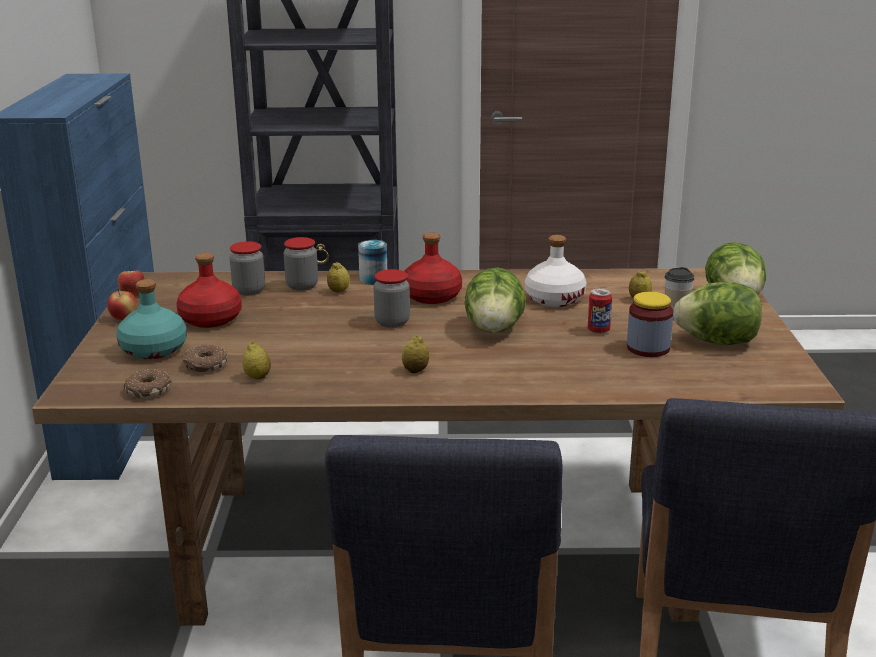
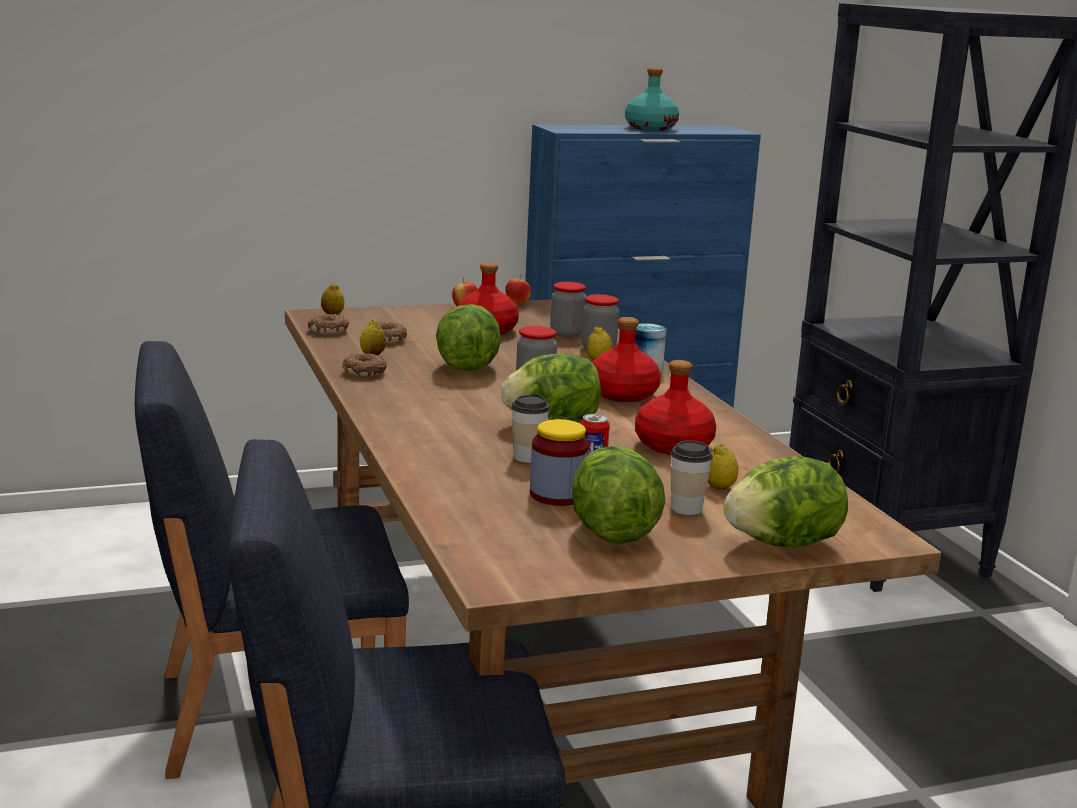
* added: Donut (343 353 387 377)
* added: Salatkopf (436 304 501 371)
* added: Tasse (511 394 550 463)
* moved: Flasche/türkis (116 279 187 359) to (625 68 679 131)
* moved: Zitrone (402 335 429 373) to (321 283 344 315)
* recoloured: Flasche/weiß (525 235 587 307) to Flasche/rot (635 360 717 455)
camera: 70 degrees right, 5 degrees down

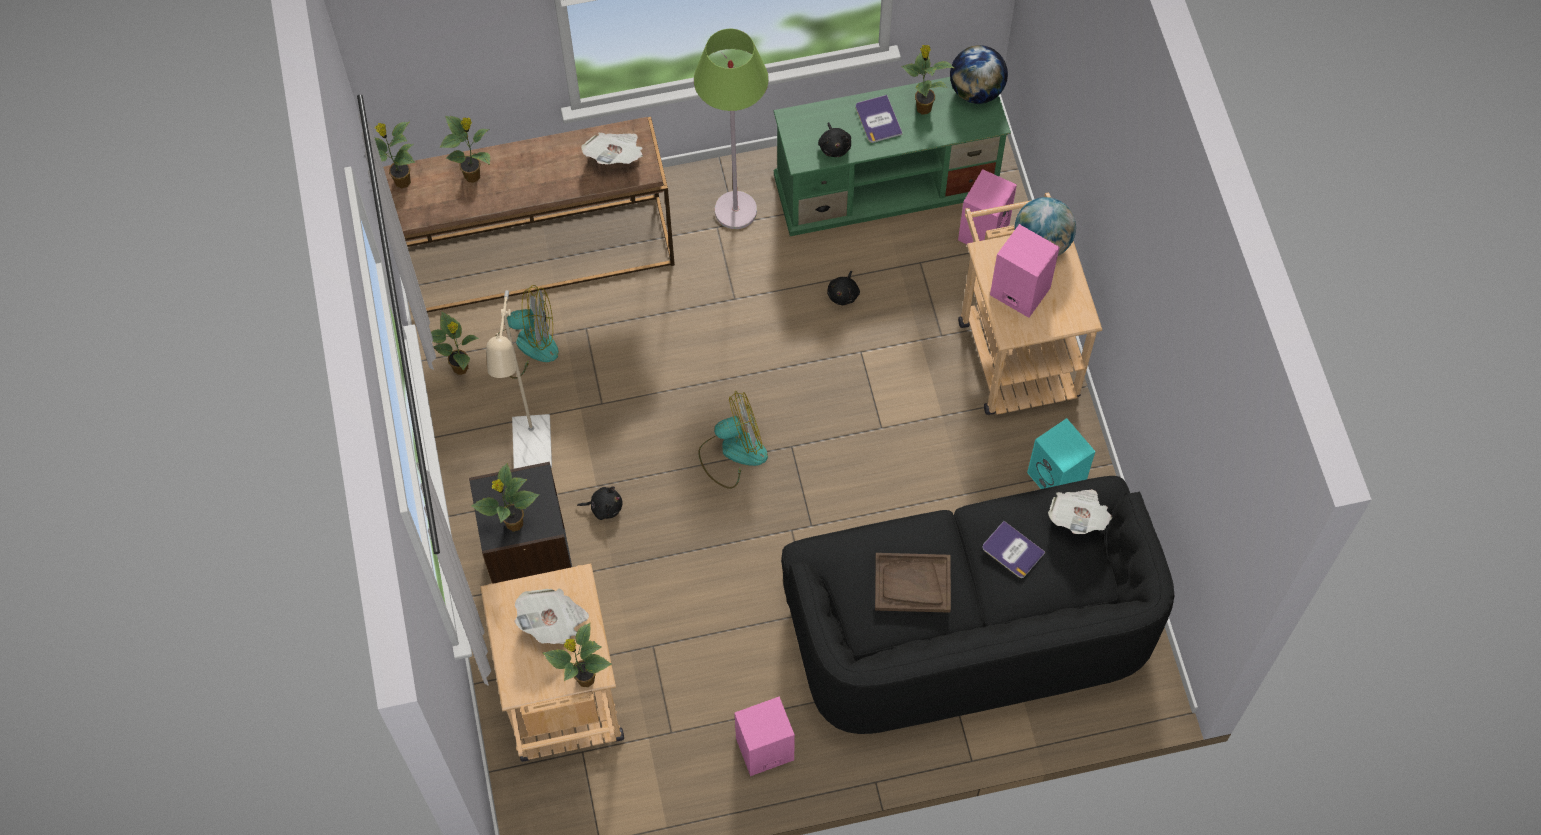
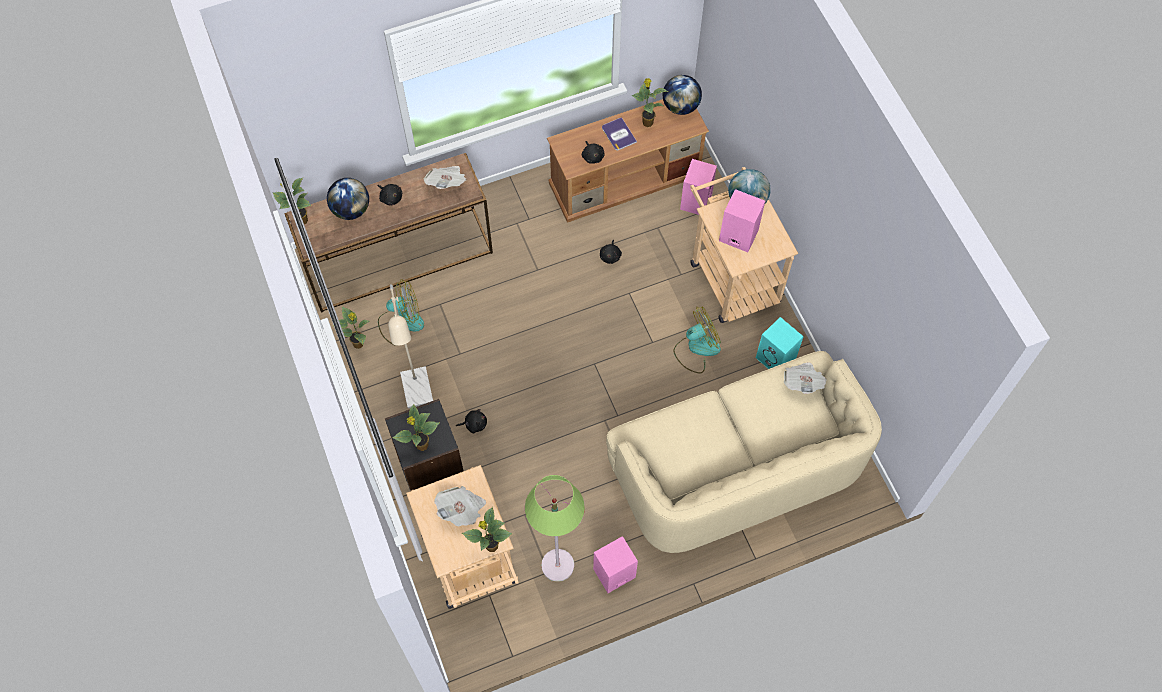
* removed: Tablett/braun (875 553 951 613)
* removed: Buch (983 521 1045 578)
* added: Plüschtier/schwarz (377 184 402 206)
* moved: Stehlampe/grün (694 29 769 229) to (525 475 585 582)
* moved: Ventilator (698 391 768 489) to (673 306 721 373)
* replaced: Topfpflanze (440 116 490 183) to Globus (327 178 369 220)
* recoloured: Fernsehschrank/grün (773 77 1011 236) to Fernsehschrank/braun (547 99 709 223)
* recoloured: Sofa/schwarz (781 476 1174 734) to Sofa/beige (606 351 882 553)
camera: 10 degrees left, 0 degrees up

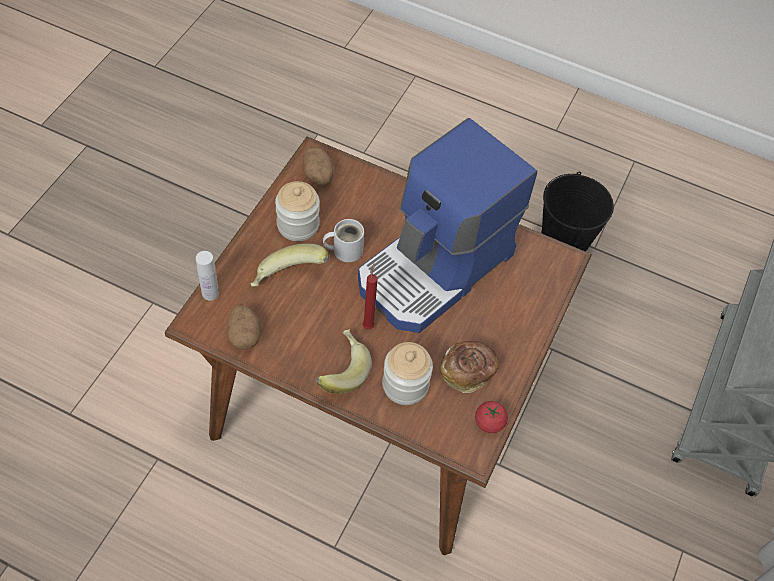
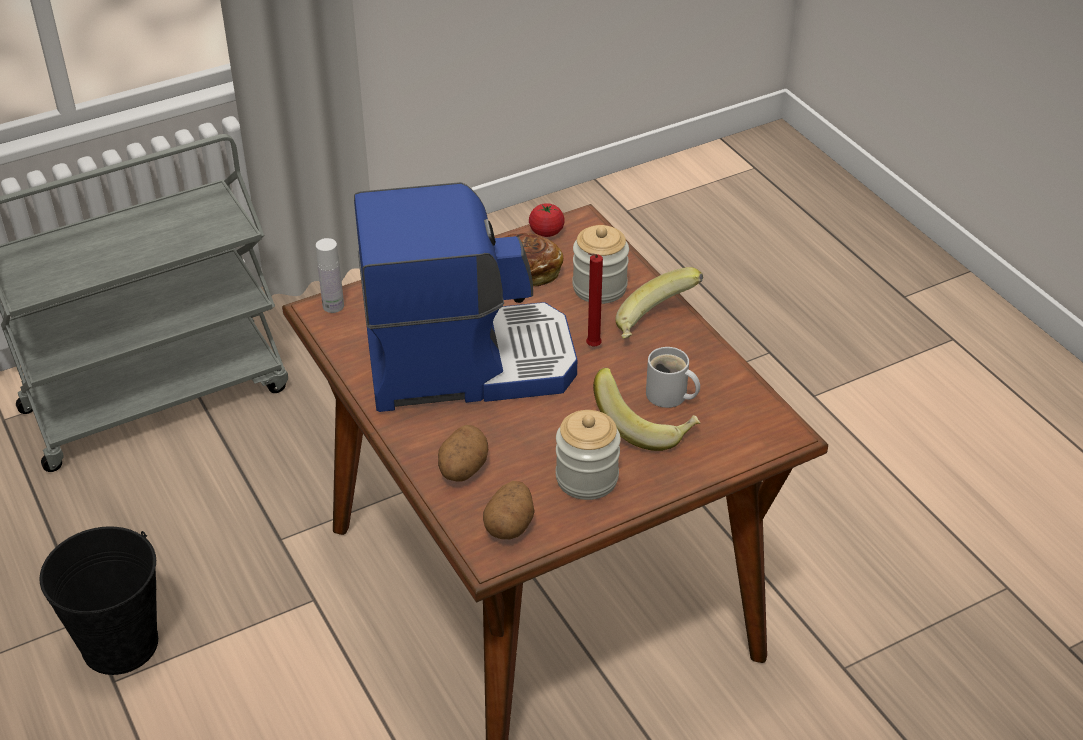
* moved: Flasche/weiß (196 251 219 300) to (316 238 344 313)
* moved: Kartoffel (227 304 261 350) to (438 425 488 482)
* moved: Henkelbecher/weiß (323 219 364 262) to (646 347 700 408)
camera: 140 degrees left, 15 degrees down

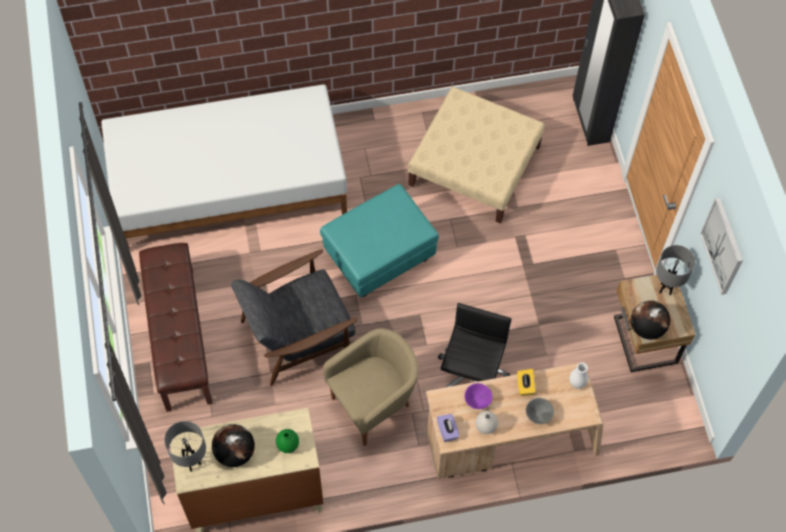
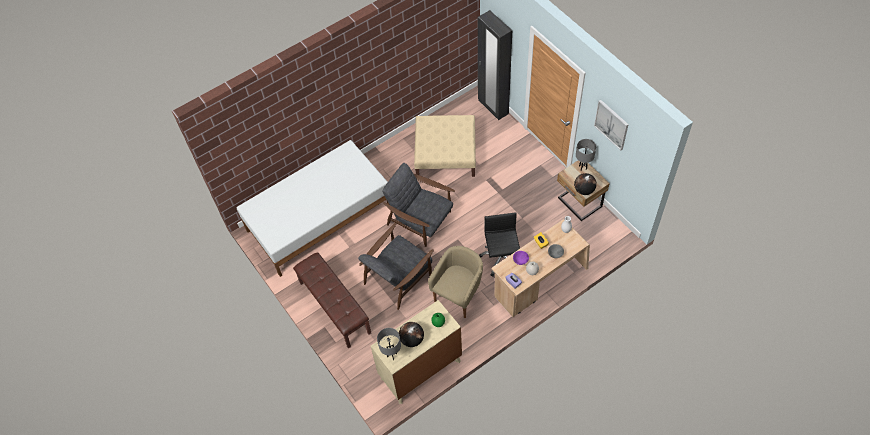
* replaced: Polsterhocker/türkis (320 184 439 298) to Sessel/grau (382 163 455 247)
camera: 20 degrees left, 5 degrees down

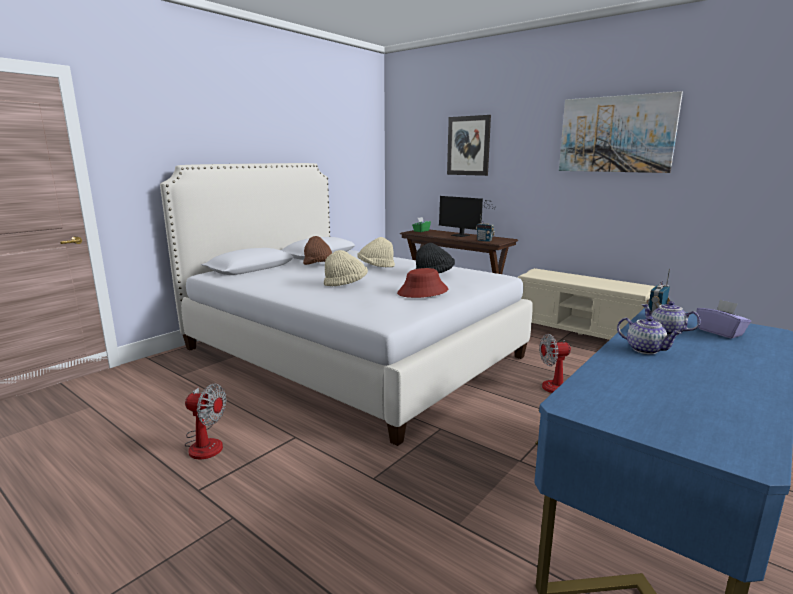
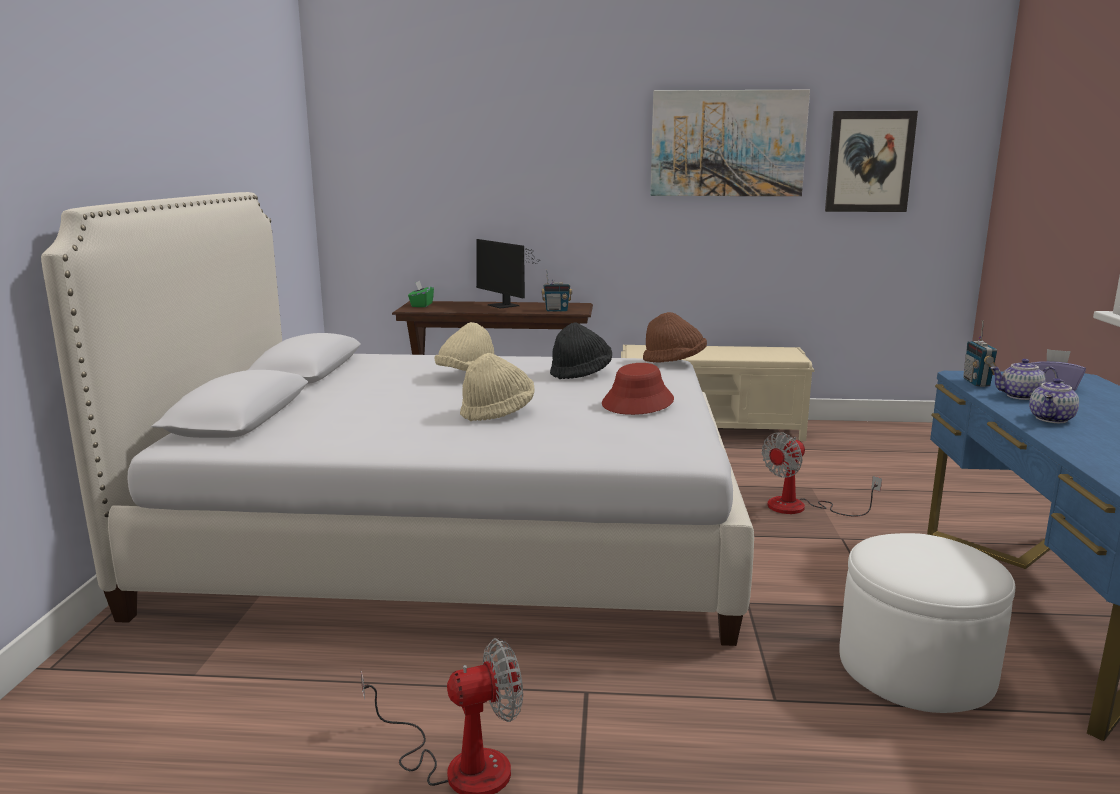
* added: Polsterhocker/weiß (840 533 1015 713)
* moved: Hut/braun (303 236 332 265) to (643 312 707 363)
* moved: Bild (447 115 491 176) to (825 111 918 212)
* turned: Monitor (439 196 489 237) = (476 239 541 309) 45 degrees clockwise
* turned: Teekanne (617 316 682 354) = (1029 378 1079 423) 120 degrees clockwise
camera: 35 degrees left, 0 degrees up

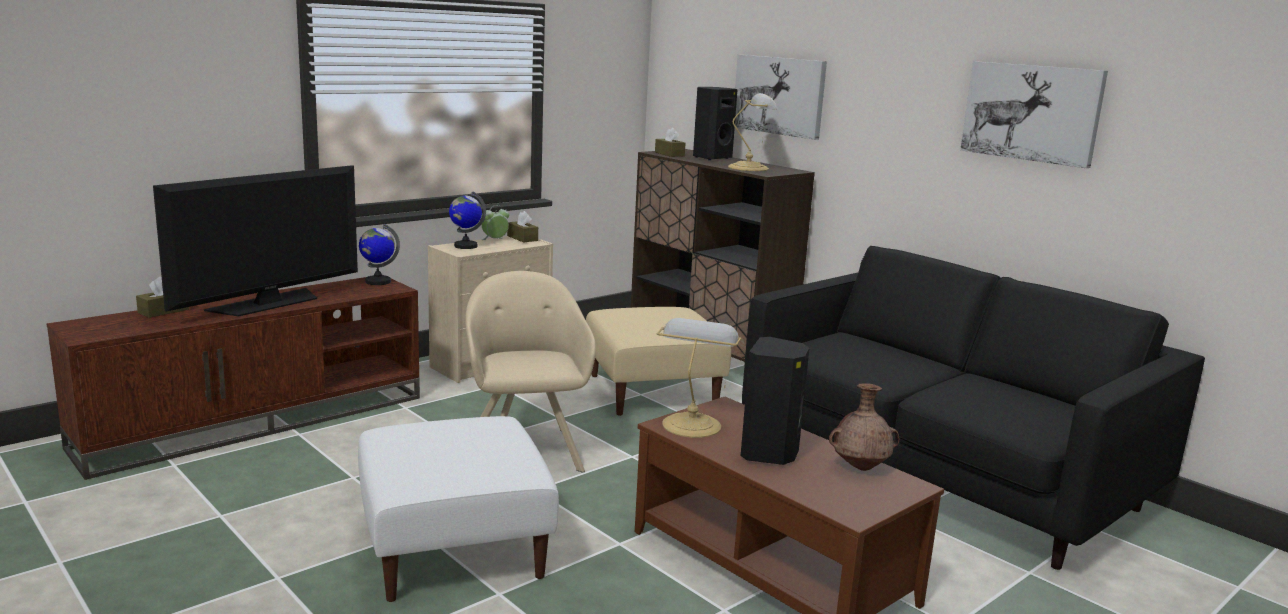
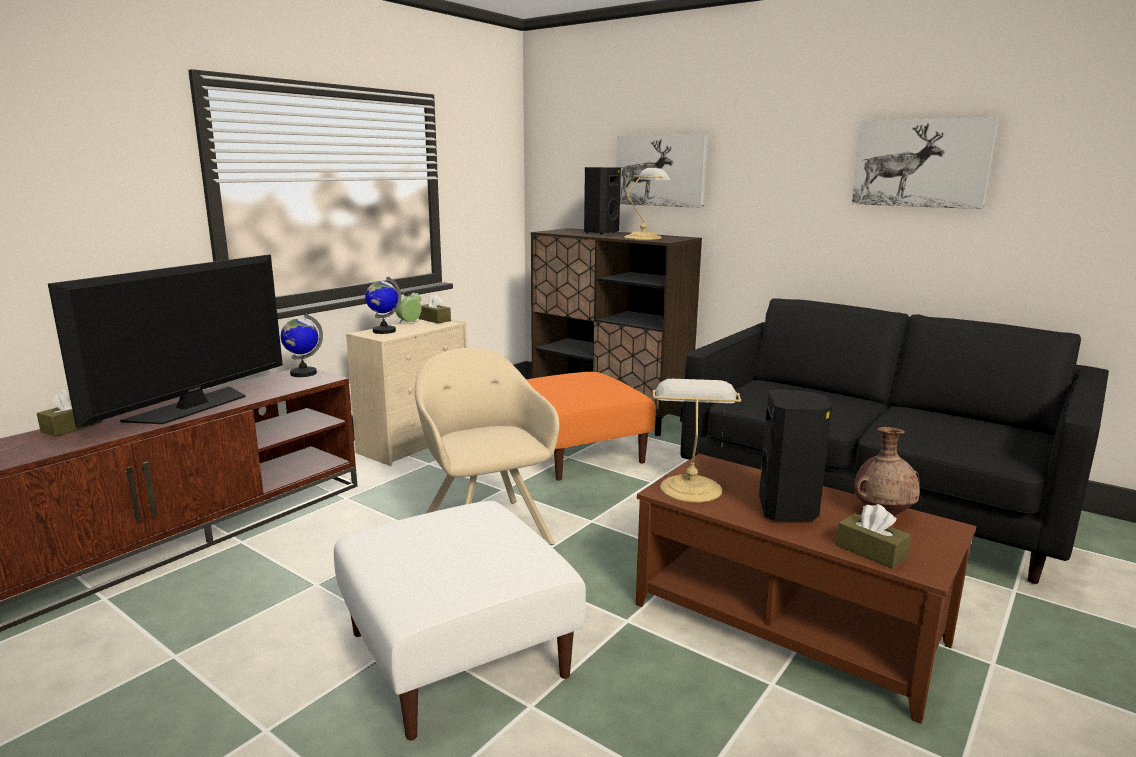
* moved: Taschentuchbox/braun (655 127 685 157) to (836 504 911 569)
* recoloured: Polsterhocker/beige (586 307 731 416) to Polsterhocker/orange (527 372 656 481)
camera: 10 degrees left, 0 degrees up

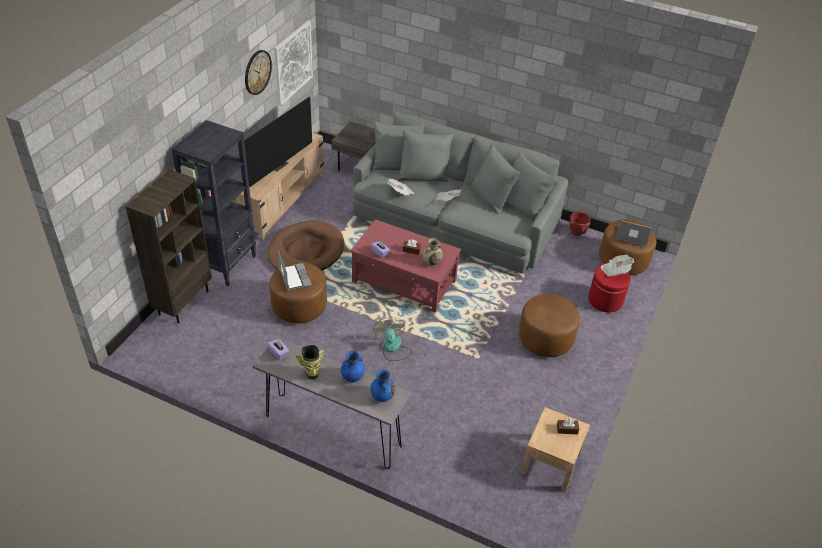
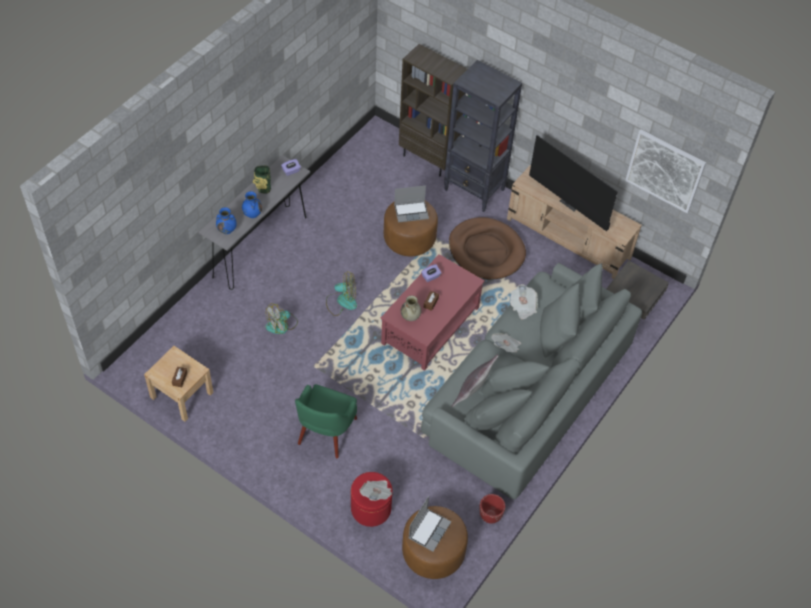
* removed: Wanduhr (245 50 272 95)
* added: Ventilator (265 304 298 334)
* added: Kissen/grau (451 354 499 407)
* replaced: Polsterhocker/braun (519 294 580 357) to Sessel/grün (295 384 357 458)
camera: 100 degrees right, 10 degrees up

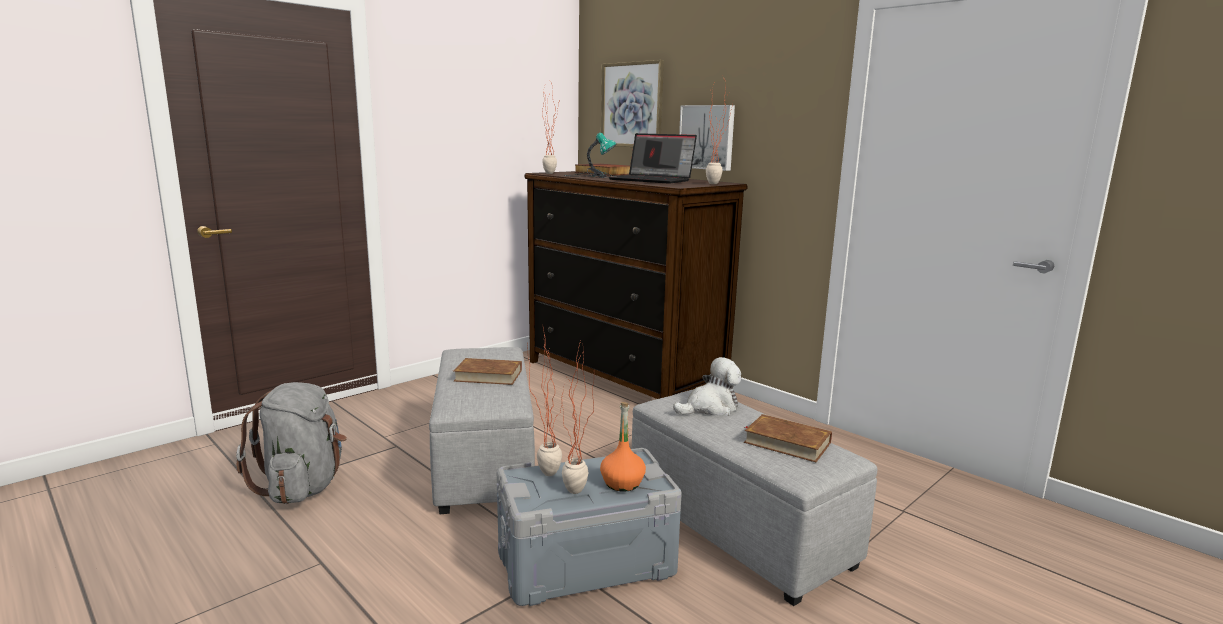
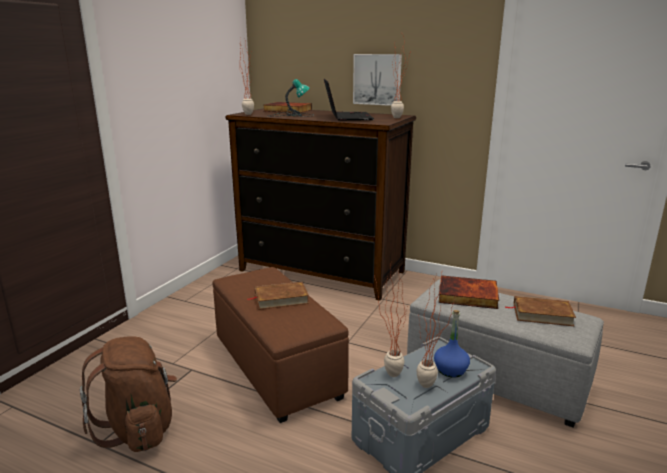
* removed: Bild (601 60 664 147)
* replaced: Plüschtier (673 357 741 416) to Buch (439 276 499 309)
* recoloured: Rucksack/grau (236 382 347 504) to Rucksack/braun (80 336 177 452)
* recoloured: Polsterhocker/grau (429 347 535 514) to Polsterhocker/braun (213 267 349 423)
* recoloured: Flasche/orange (600 402 646 492) to Flasche/blau (434 310 470 378)
* turned: Laptop (608 133 697 184) = (324 78 374 121) 105 degrees counterclockwise
camera: 20 degrees left, 5 degrees up

